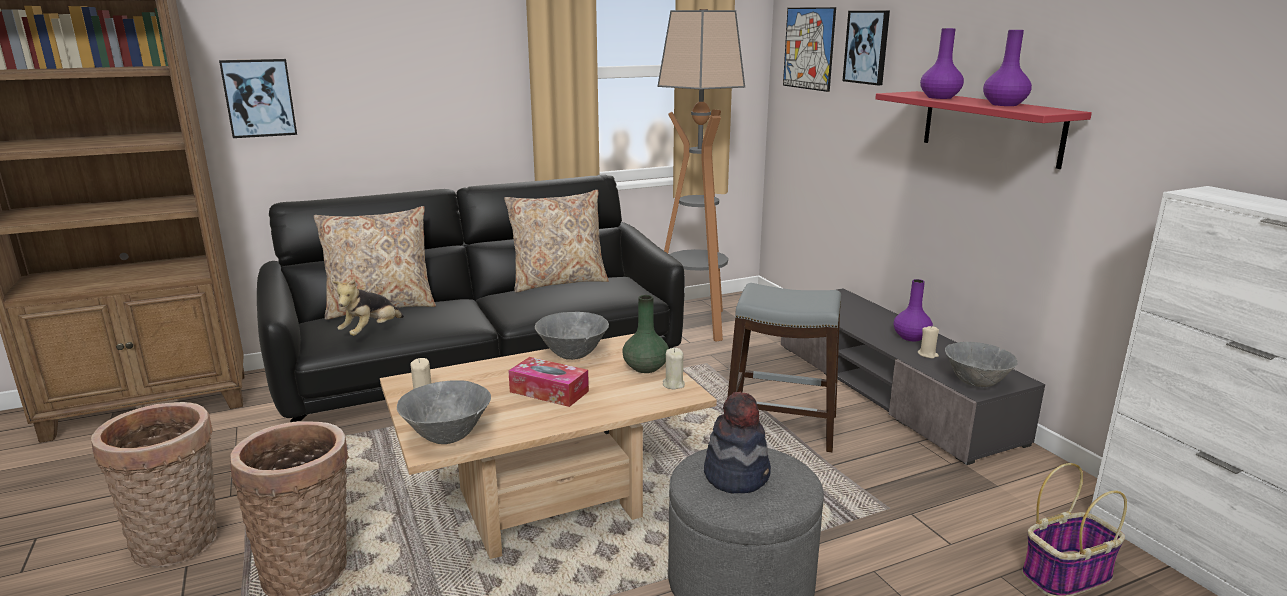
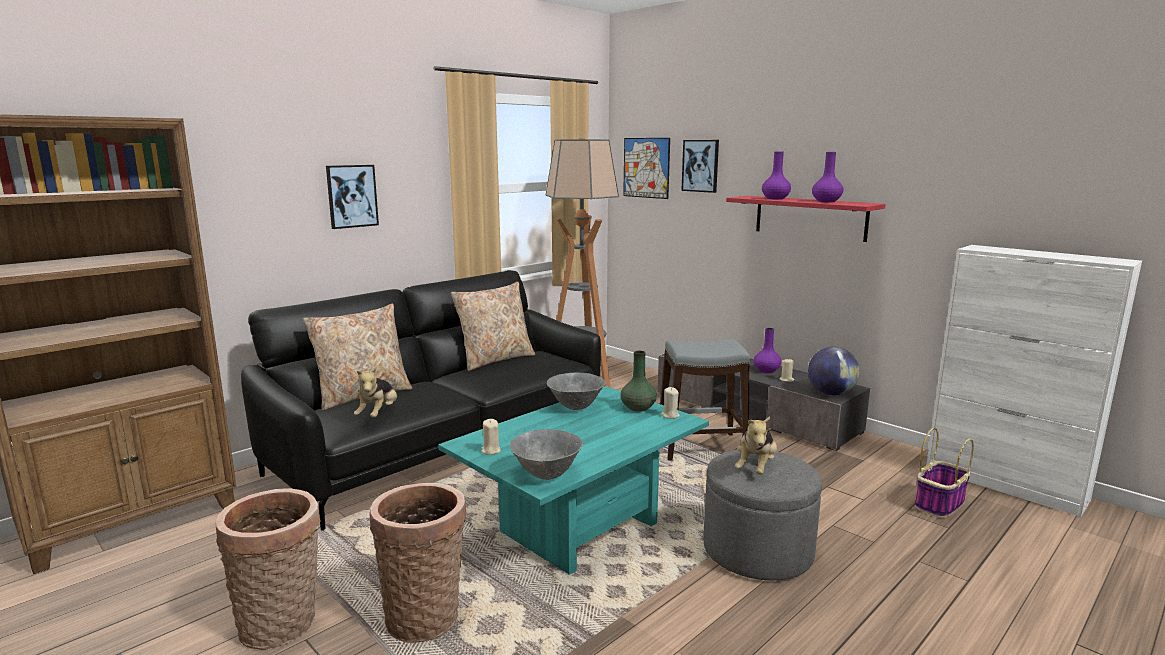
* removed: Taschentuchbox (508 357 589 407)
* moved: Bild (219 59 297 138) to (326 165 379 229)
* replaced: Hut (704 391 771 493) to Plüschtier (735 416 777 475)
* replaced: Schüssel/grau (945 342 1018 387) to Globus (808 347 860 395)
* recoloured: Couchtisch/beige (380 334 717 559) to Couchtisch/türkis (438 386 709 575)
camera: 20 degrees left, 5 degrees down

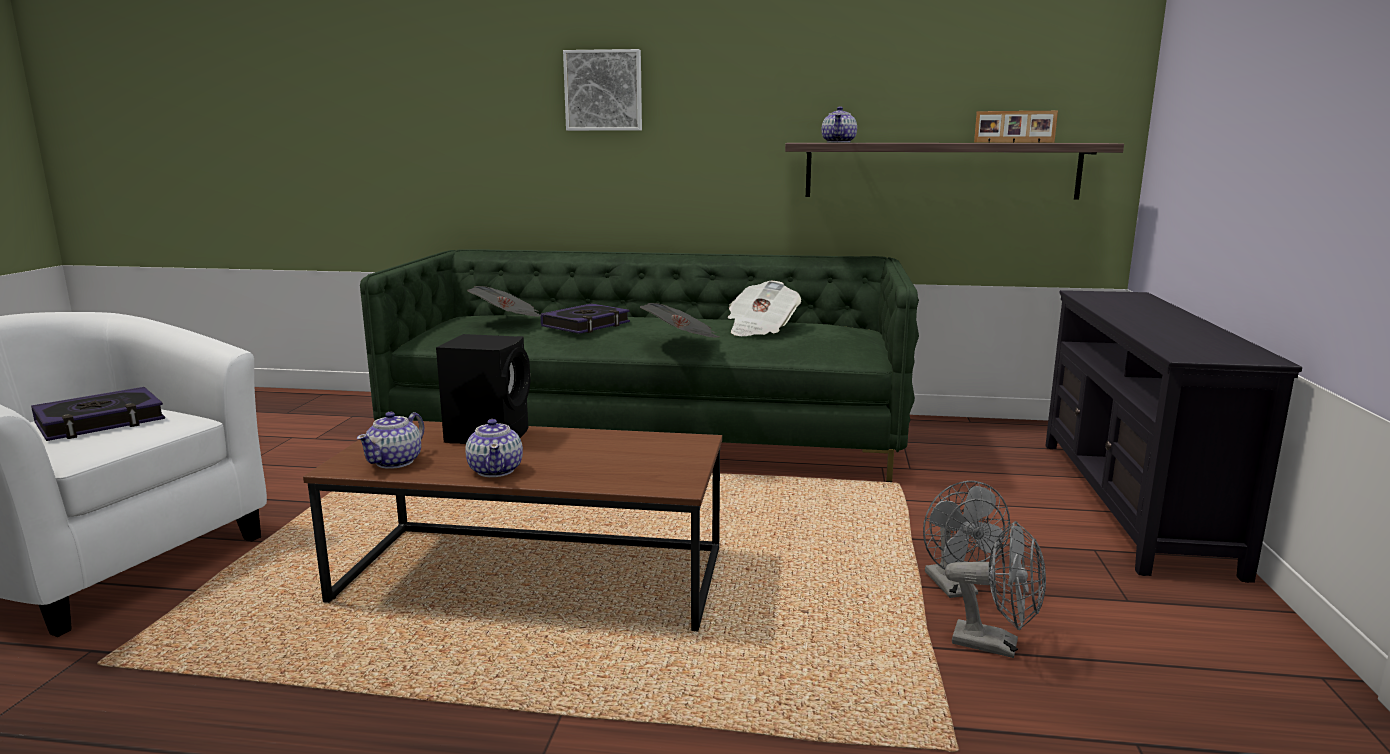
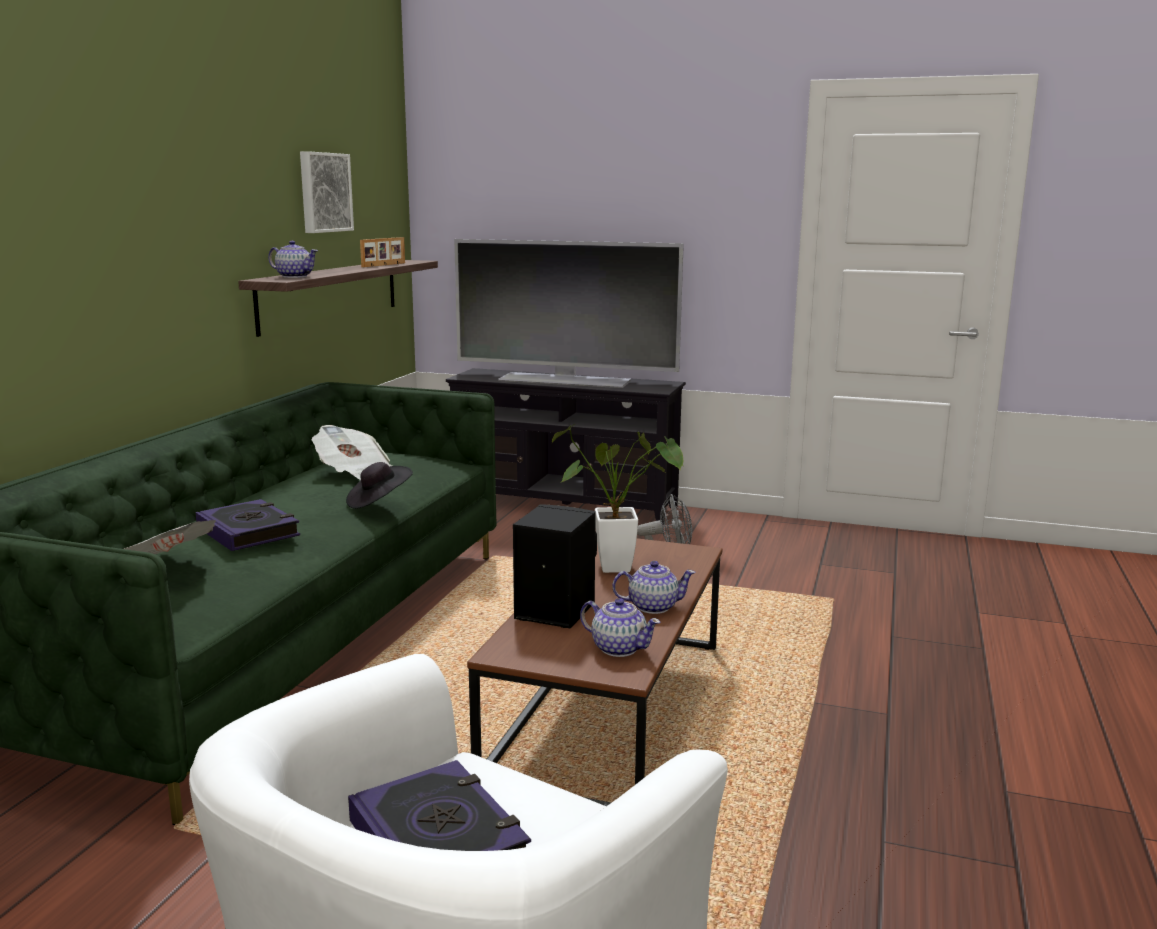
* removed: Ventilator/grau (945 521 1046 658)
* added: Fernseher (454 239 684 388)
* added: Topfpflanze (552 424 684 573)
* moved: Bild (563 49 642 131) to (300 151 354 233)
* replaced: Zeitung (640 303 719 337) to Hut/schwarz (346 462 413 509)
camera: 80 degrees left, 0 degrees up

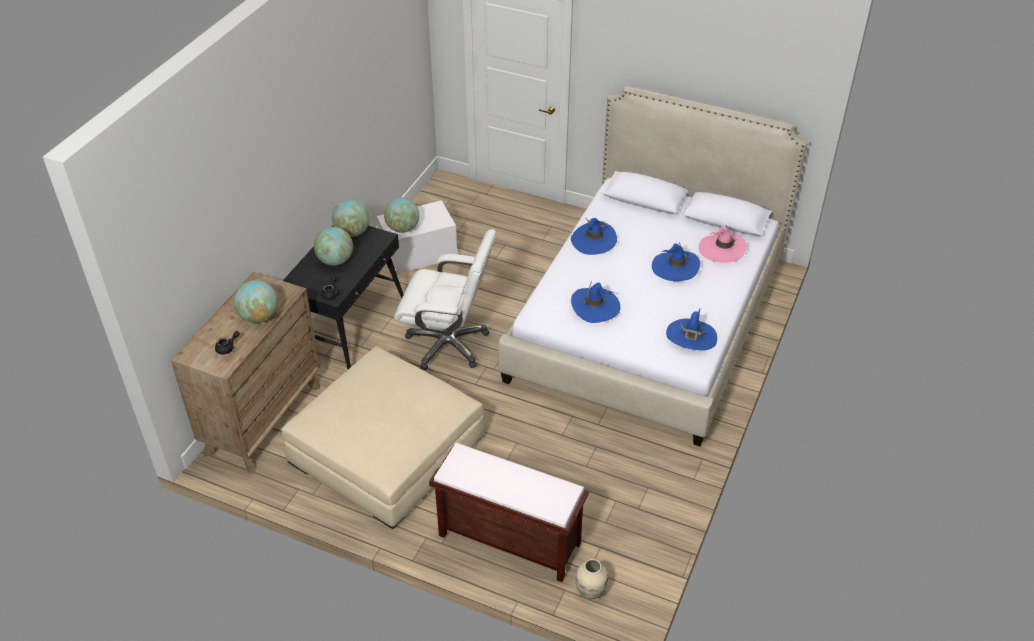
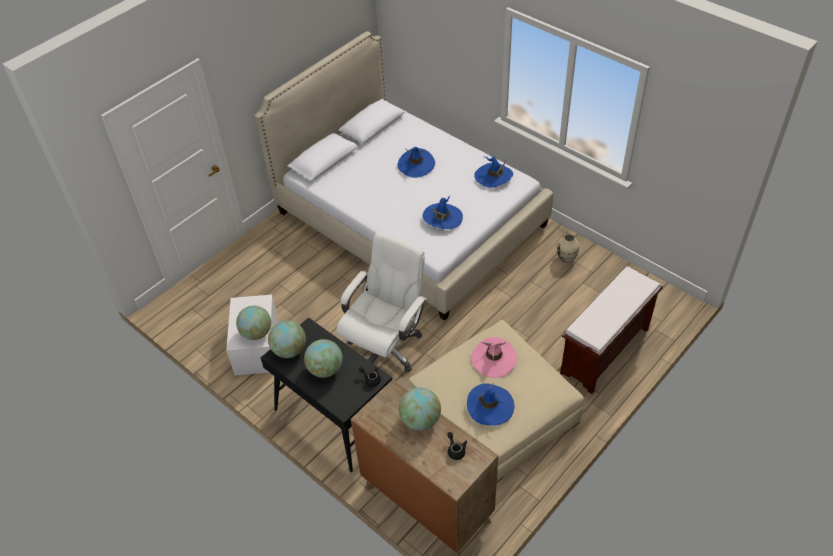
* moved: Hut/blau (571 218 617 255) to (467 383 514 426)
* moved: Vase/beige (576 559 608 599) to (557 234 579 263)
* moved: Hut/rosa (699 225 747 263) to (472 337 517 378)
camera: 70 degrees left, 5 degrees up

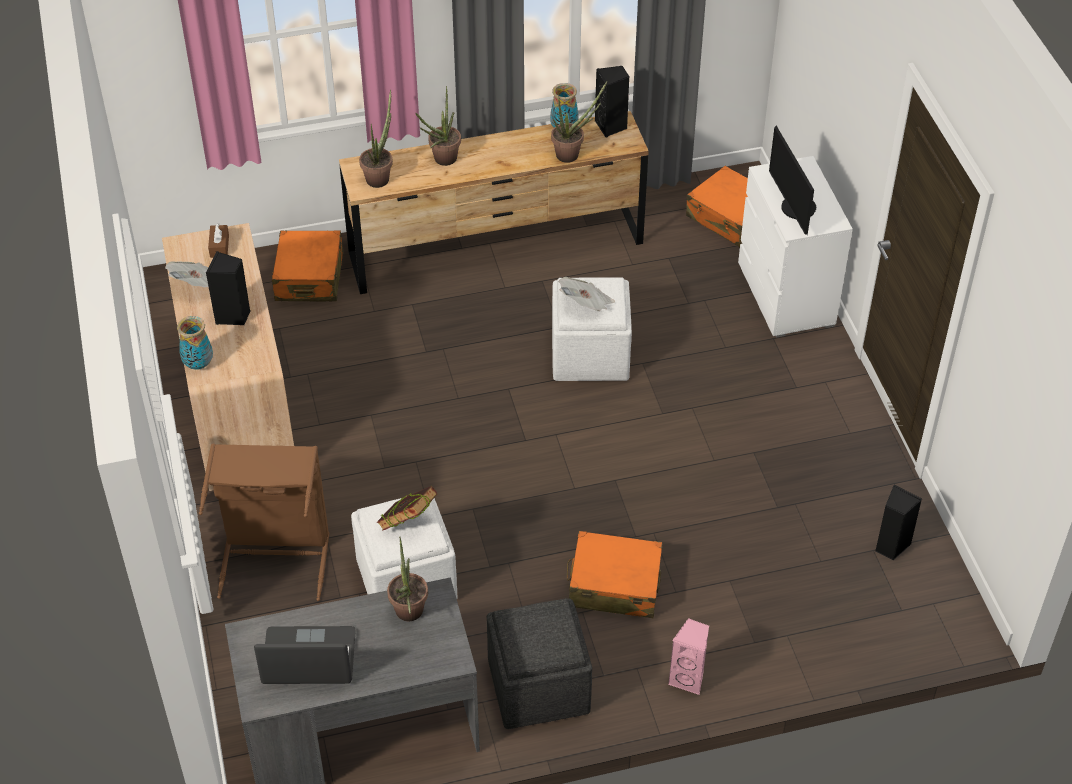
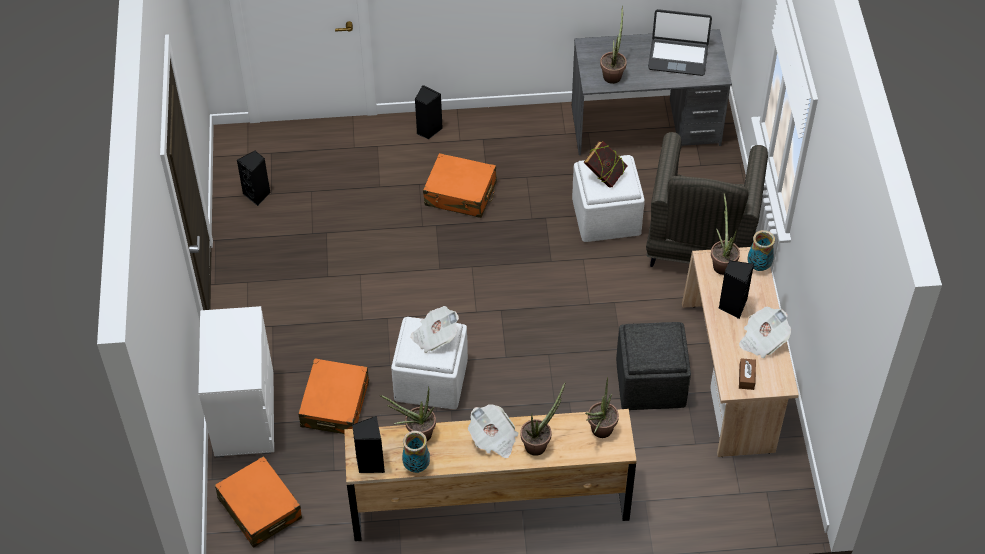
* removed: Monitor (769 126 816 235)
* added: Zeitung (468 404 519 458)
* added: Topfpflanze (711 193 740 275)
* moved: Koffer/orange (272 230 343 301) to (299 358 369 434)
* moved: Polsterhocker/grau (487 598 592 729) to (616 322 691 410)
* replaced: Wäschekorb/braun (199 444 329 601) to Sessel/grau (646 132 768 267)
* recoloured: Lautsprecher/rosa (668 618 709 695) to Lautsprecher/schwarz (415 85 443 140)
camera: 170 degrees left, 5 degrees up

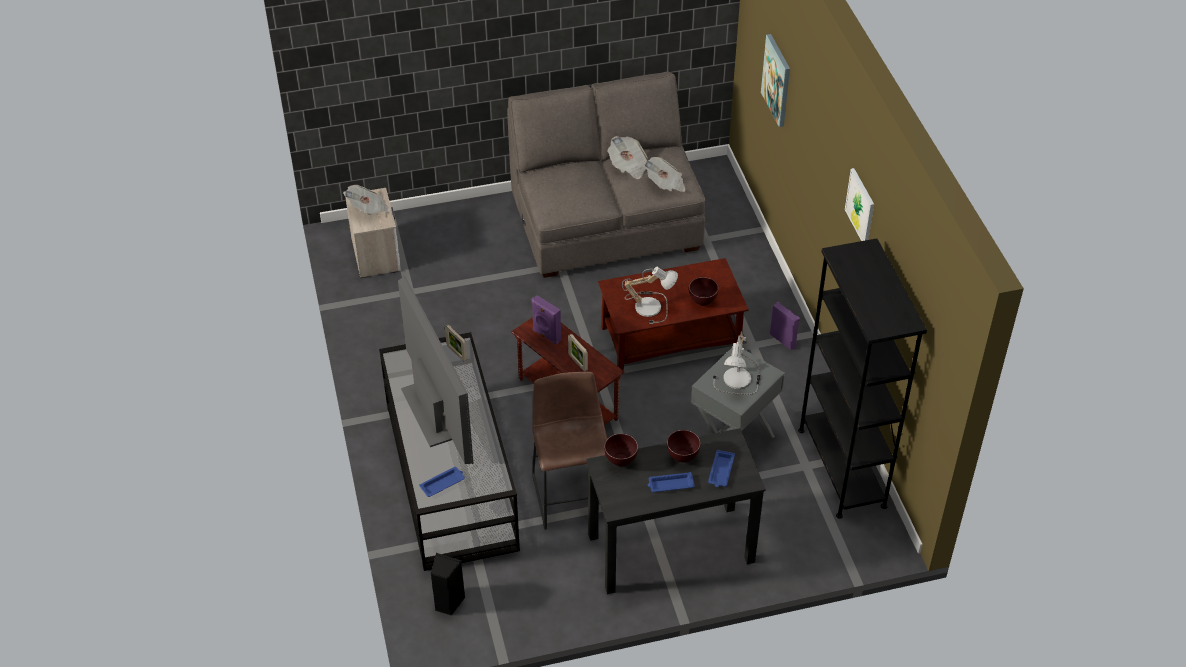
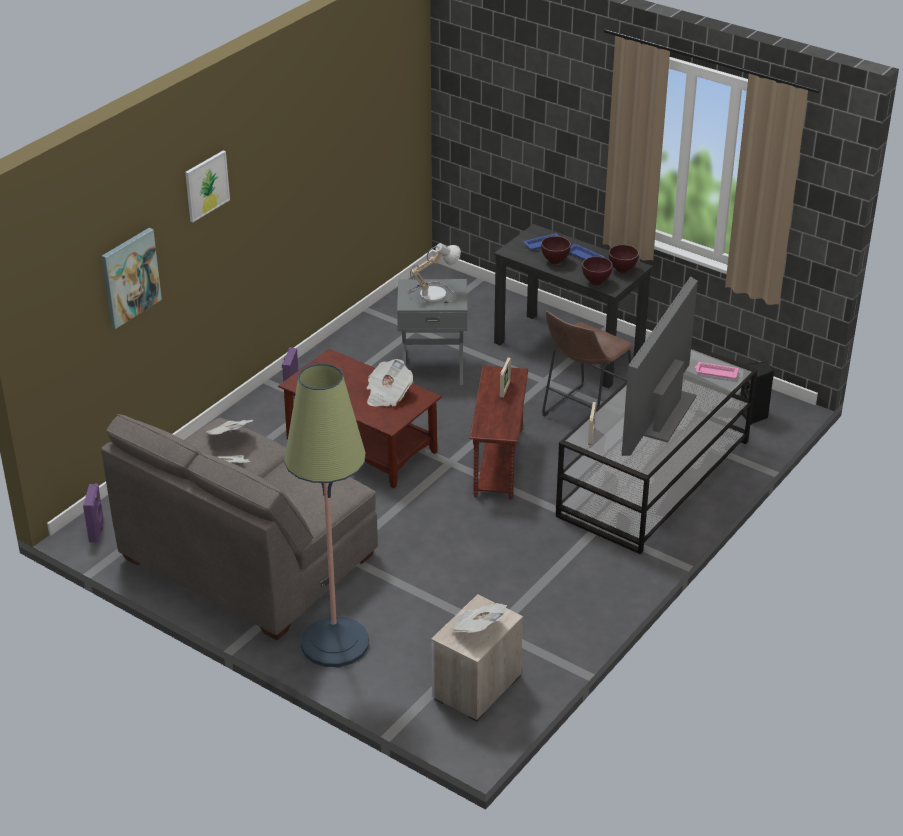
* removed: Bücherregal/schwarz (798 238 927 519)
* added: Stehlampe (284 363 369 667)
* moved: Lautsprecher/lila (532 295 561 345) to (83 484 104 543)
* moved: Schüssel/braun (689 277 719 306) to (609 245 639 273)
* moved: Bild (845 168 874 241) to (185 150 230 222)
* replaced: Tischlampe (622 267 678 324) to Zeitung (367 359 413 407)
* recoloured: Tablett/blau (419 467 465 497) to Tablett/rosa (695 362 739 379)
camera: 130 degrees left, 10 degrees down

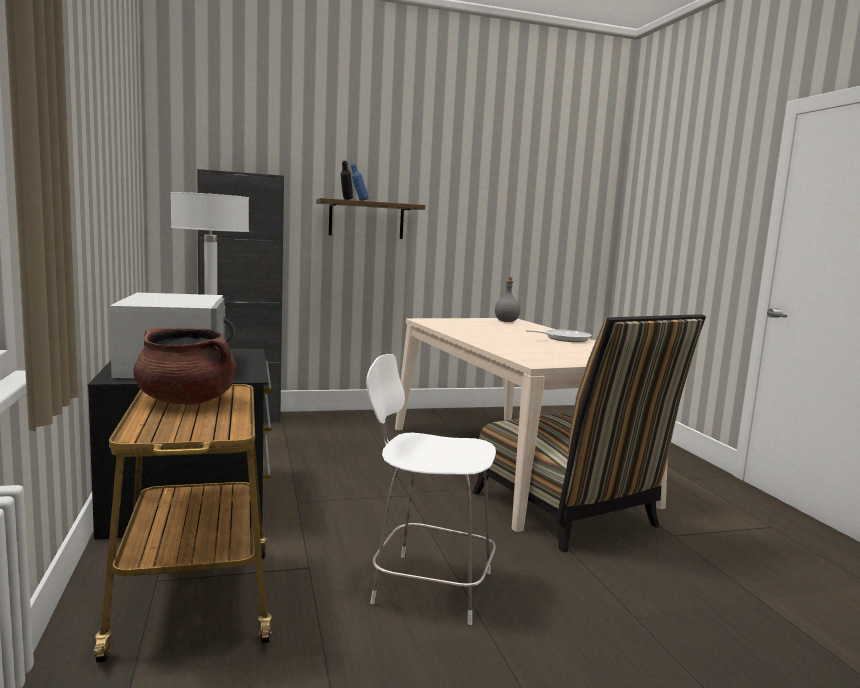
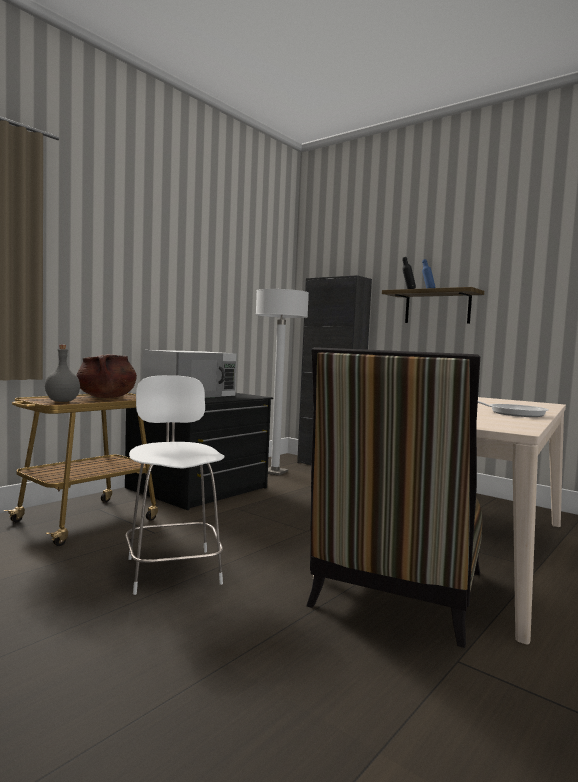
* moved: Flasche/grau (495 277 520 322) to (45 345 80 402)
camera: 55 degrees right, 5 degrees down

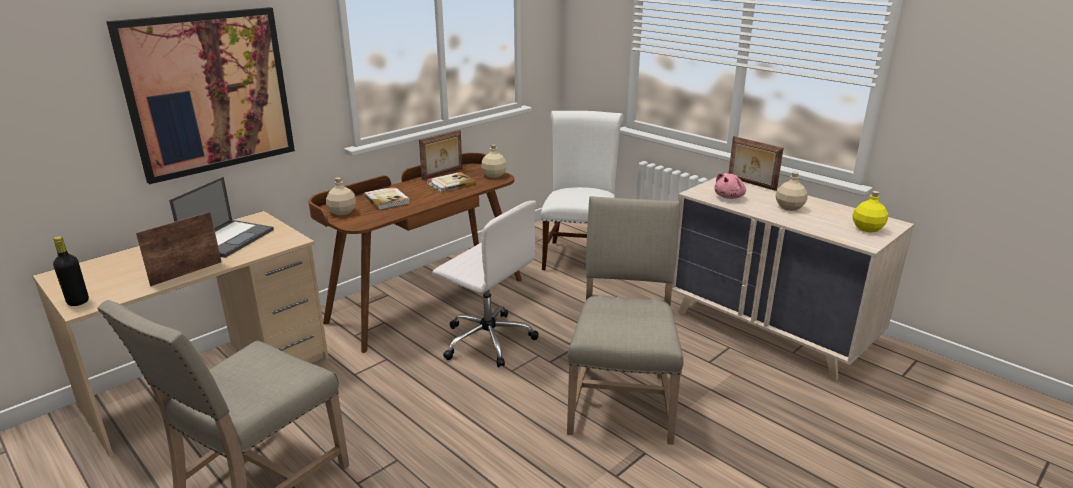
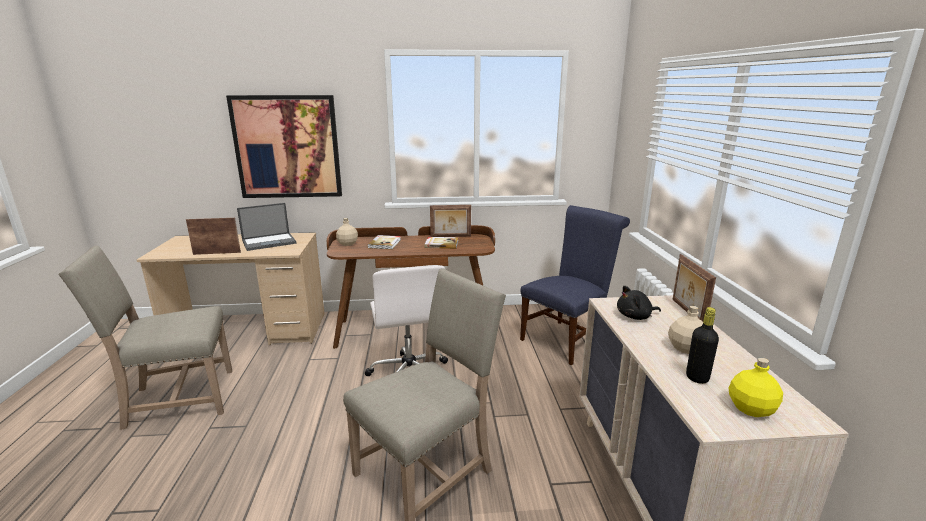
* removed: Flasche/beige (481 144 507 178)
* moved: Flasche/schwarz (53 236 89 306) to (686 307 719 384)
* recoloured: Stuhl/weiß (541 111 624 270) to Stuhl/blau (520 205 630 365)
* recoloured: Plüschtier/rosa (714 172 746 199) to Plüschtier/schwarz (617 286 661 320)
camera: 40 degrees right, 5 degrees down

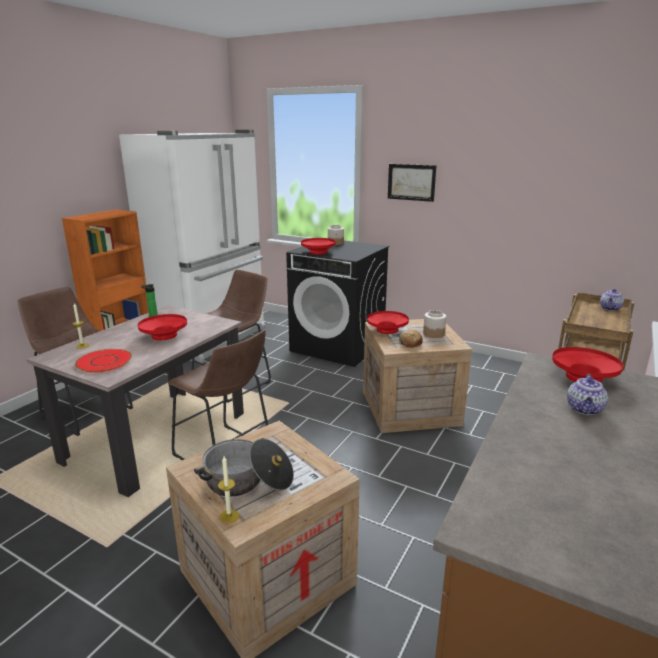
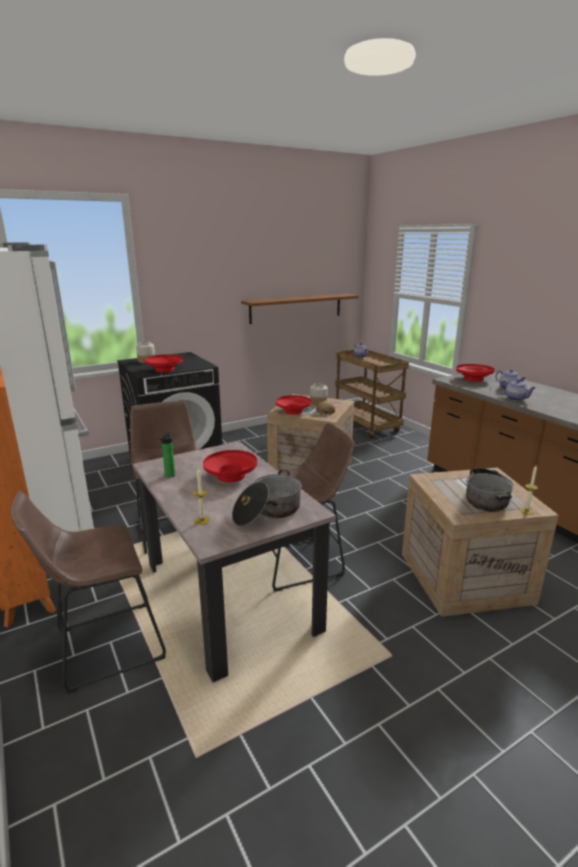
* removed: Bild (388 164 436 202)
* added: Wandregal/braun (241 294 359 324)
* added: Teekanne (500 379 536 401)
* replaced: Teller/rot (75 349 132 373) to Kochtopf (232 470 302 526)
camera: 60 degrees left, 0 degrees up

